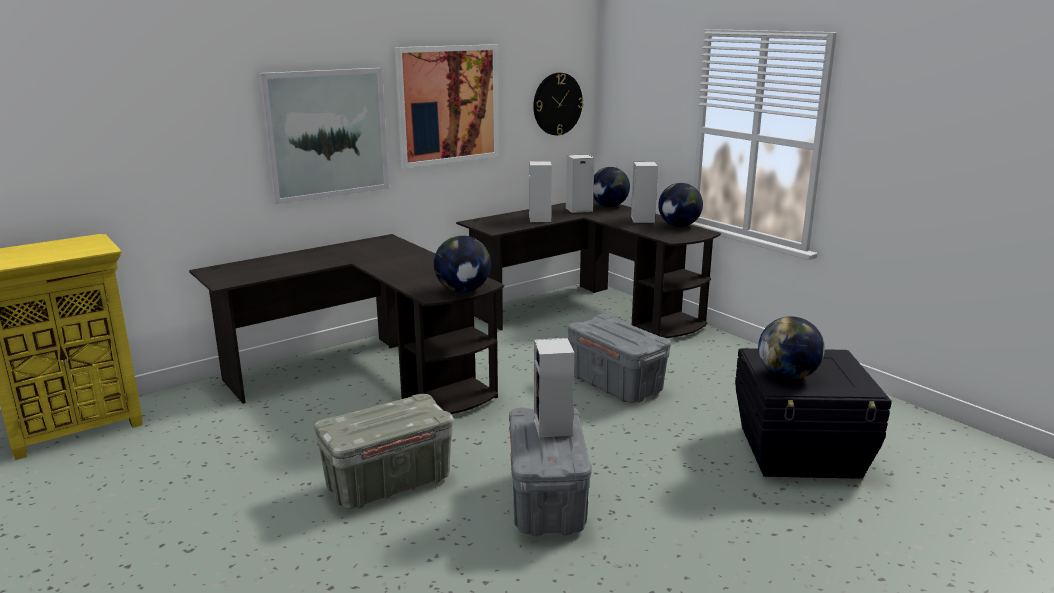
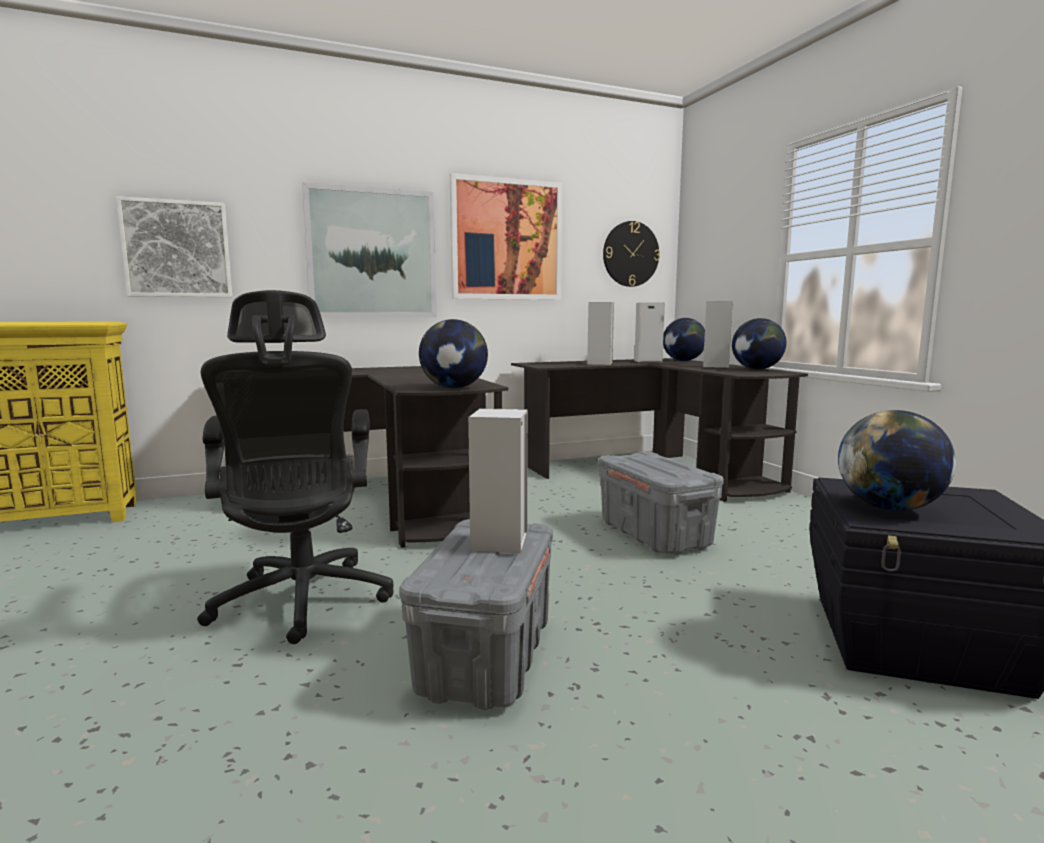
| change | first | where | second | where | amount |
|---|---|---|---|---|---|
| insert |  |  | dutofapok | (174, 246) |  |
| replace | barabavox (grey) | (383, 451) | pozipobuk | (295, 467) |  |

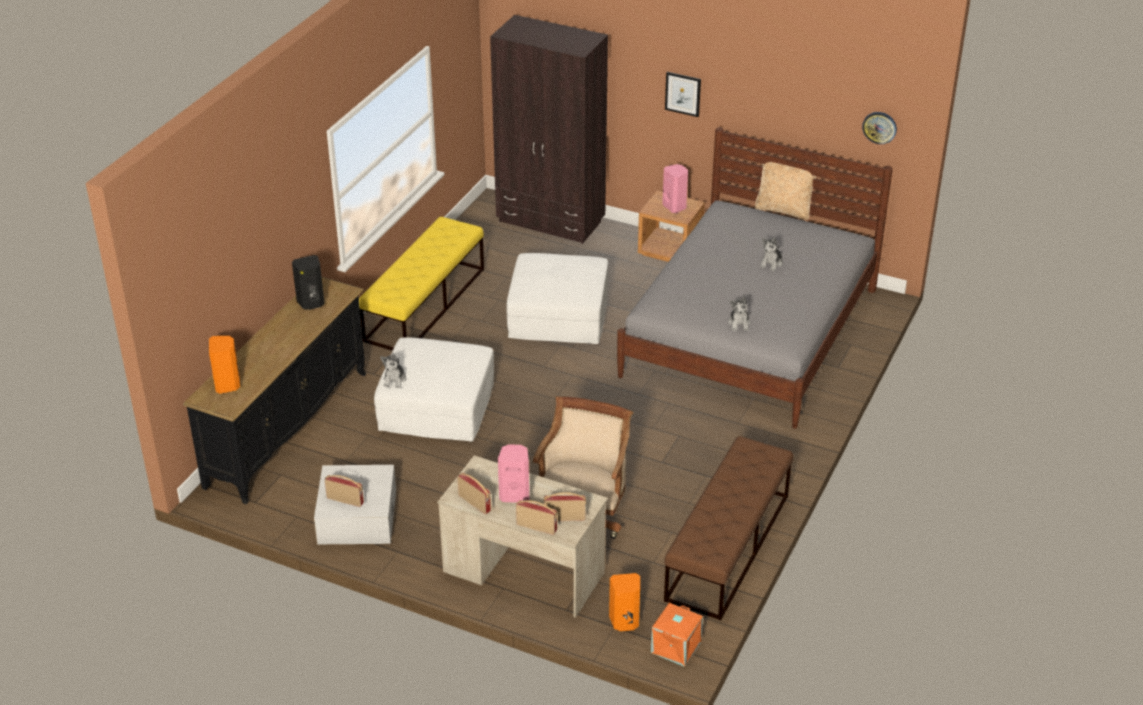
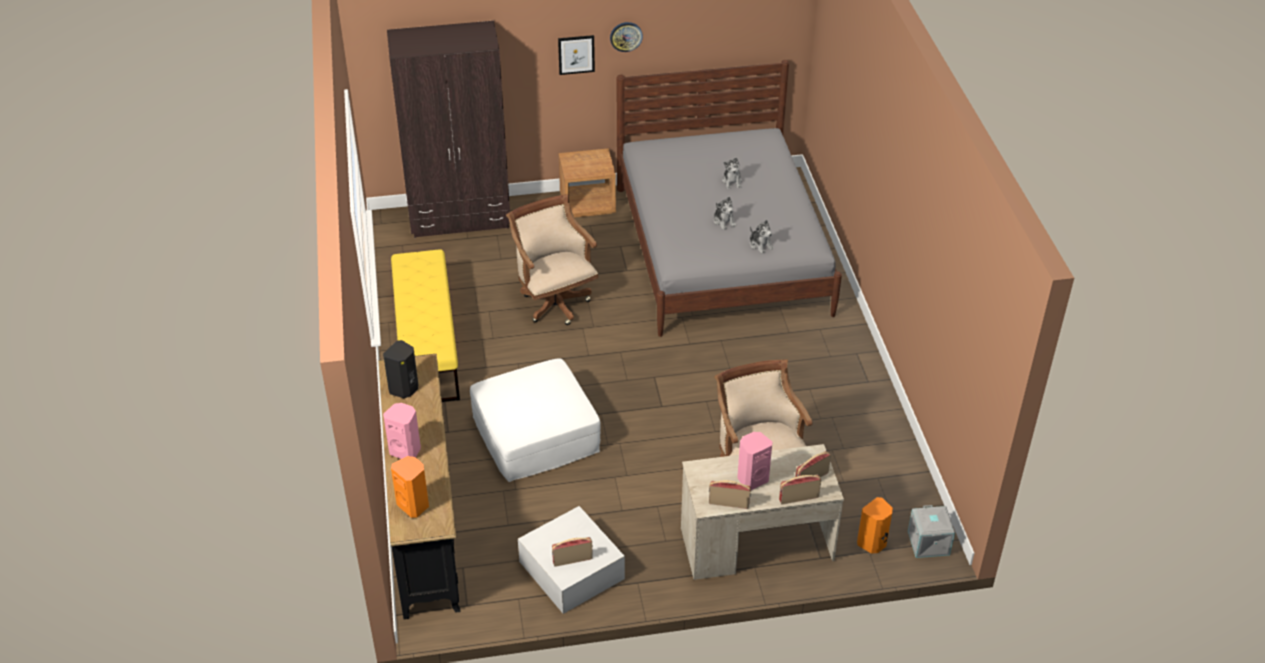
| change | first | where | second | where | amount |
|---|---|---|---|---|---|
| delete | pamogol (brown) | (729, 528) |  |  |  |
| delete | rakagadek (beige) | (786, 191) |  |  |  |
| move | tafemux | (393, 371) |  | (724, 213) |  |
| move | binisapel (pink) | (675, 188) |  | (402, 431) |  |
| move | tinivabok | (879, 128) |  | (626, 37) |  |
| replace | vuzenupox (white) | (557, 298) | pozipobuk | (552, 259) |  |
| recolor | barabavox (orange) | (677, 635) | barabavox (grey) | (931, 531) |  |

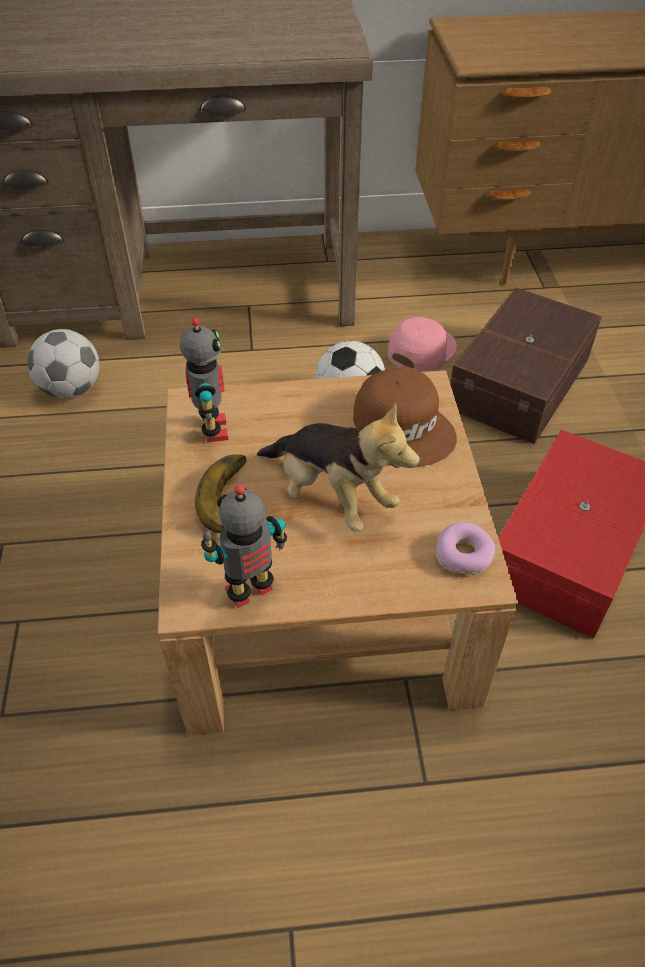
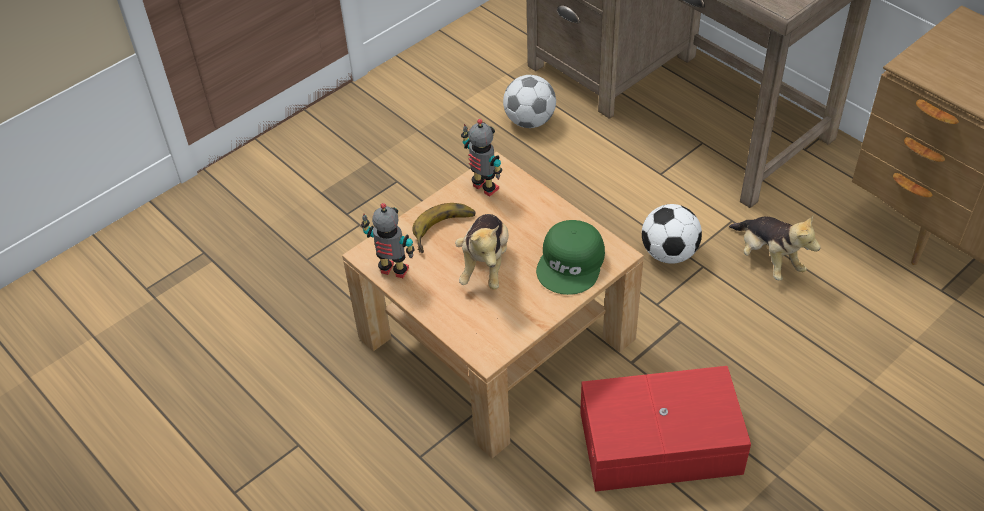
| change | first | where | second | where | amount |
|---|---|---|---|---|---|
| delete | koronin | (465, 548) |  |  |  |
| delete | barabavox (brown) | (526, 366) |  |  |  |
| replace | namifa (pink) | (422, 344) | tafemux | (775, 248) |  |
| recolor | namifa (brown) | (405, 416) | namifa (green) | (570, 257) |  |
| rotate | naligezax | (204, 380) |  | (481, 158) | 90 degrees counterclockwise |

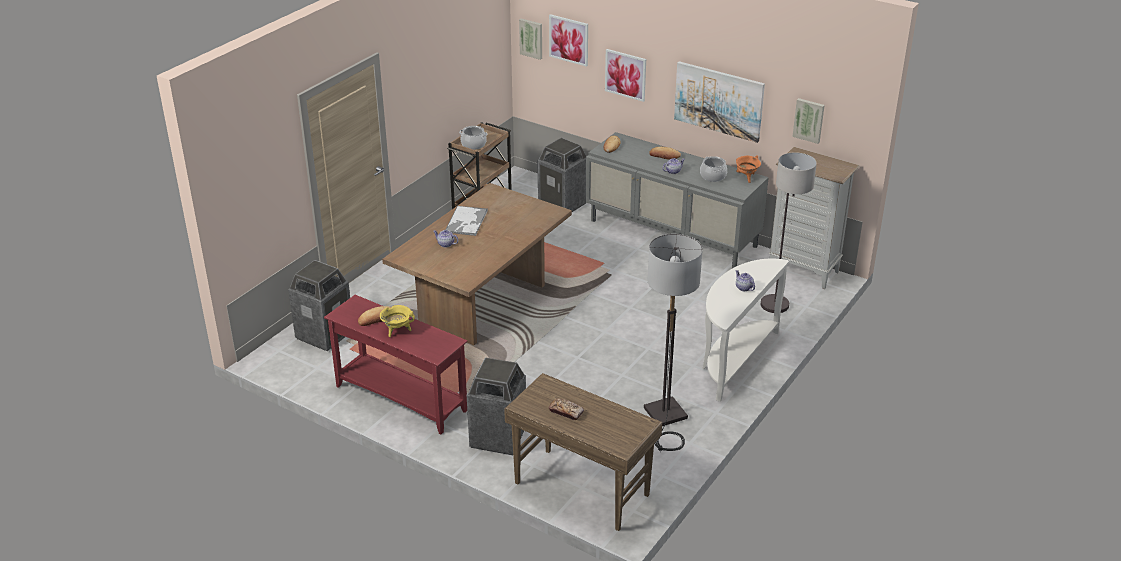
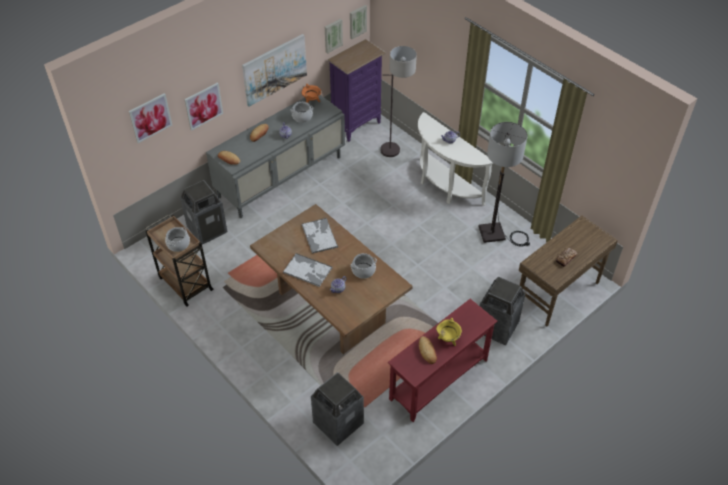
| change | first | where | second | where | amount |
|---|---|---|---|---|---|
| insert |  |  | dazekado | (319, 235) |  |
| insert |  |  | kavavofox | (363, 266) |  |
| move | dutofapok | (530, 39) |  | (358, 22) |  |
| recolor | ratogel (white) | (814, 218) | ratogel (purple) | (357, 90) |  |

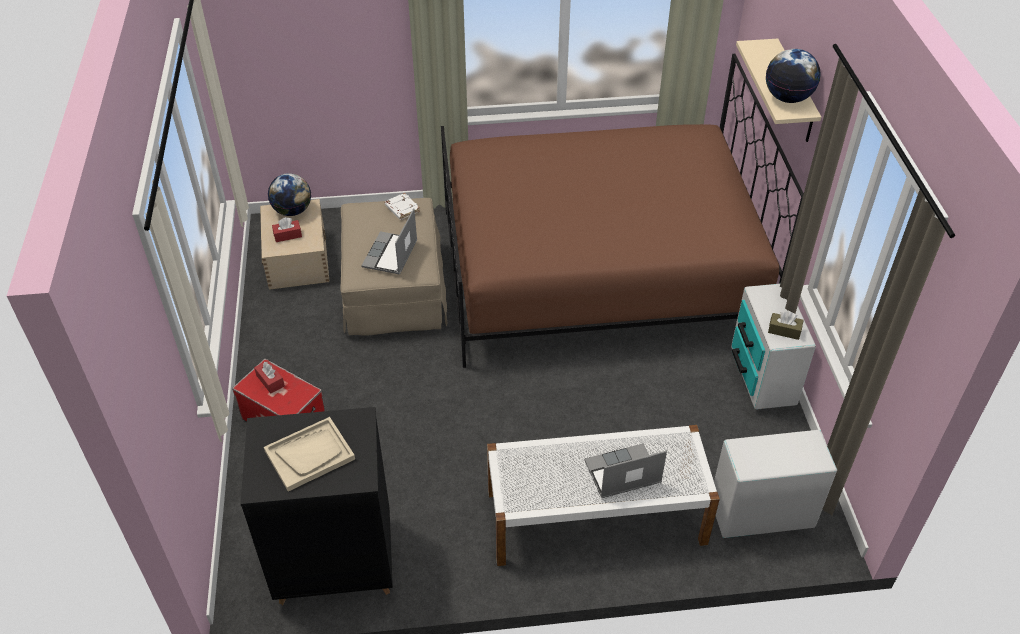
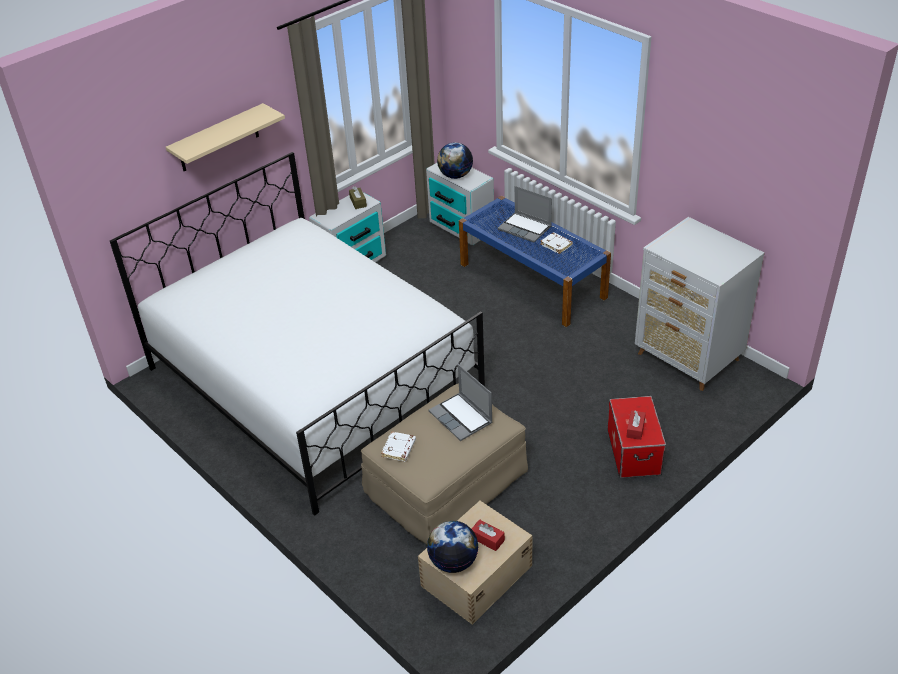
| change | first | where | second | where | amount |
|---|---|---|---|---|---|
| delete | dazekado (beige) | (309, 454) |  |  |  |
| insert |  |  | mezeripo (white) | (557, 243) |  |
| move | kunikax | (793, 76) |  | (455, 160) |  |
| recolor | ratogel (black) | (316, 506) | ratogel (white) | (700, 304) |  |
| recolor | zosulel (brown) | (622, 211) | zosulel (white) | (297, 334) |  |
| recolor | pamogol (white) | (603, 495) | pamogol (blue) | (535, 261) |  |
| rotate | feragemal | (389, 241) |  | (461, 402) | 75 degrees clockwise |

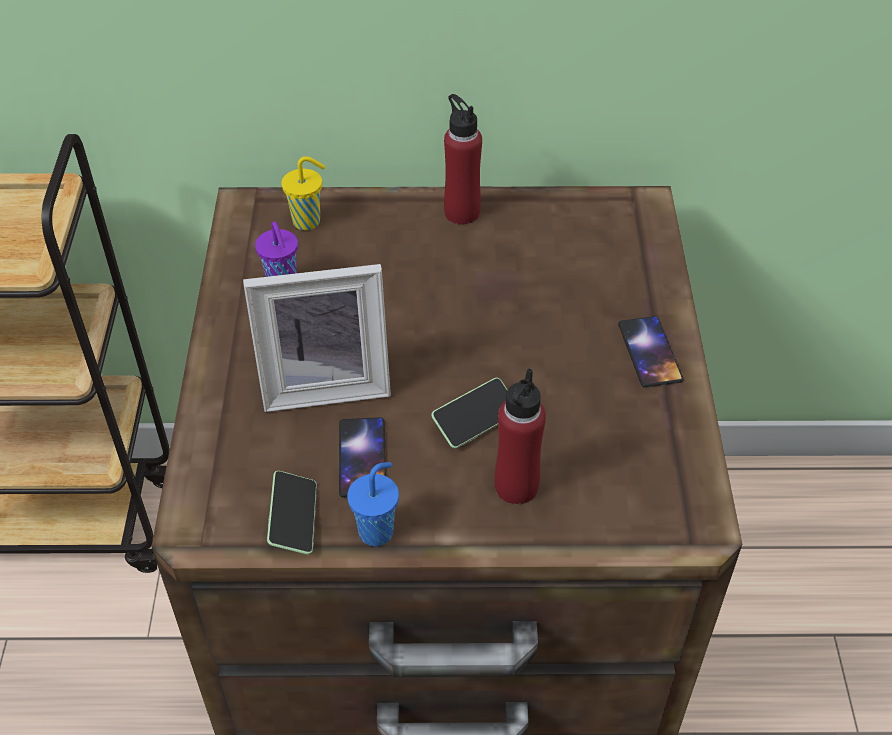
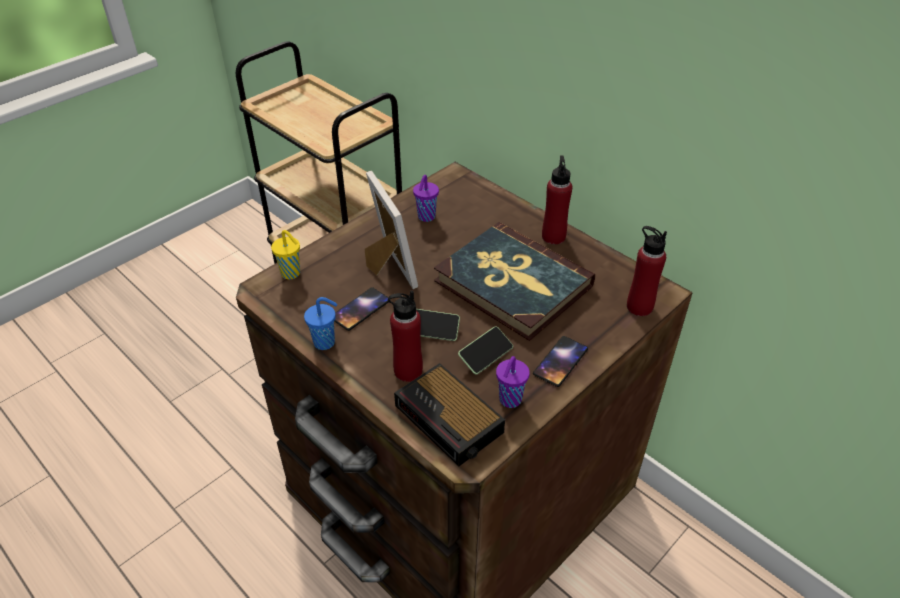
| change | first | where | second | where | amount |
|---|---|---|---|---|---|
| insert |  |  | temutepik | (449, 414) |  |
| insert |  |  | mezeripo | (514, 281) |  |
| insert |  |  | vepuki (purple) | (513, 382) |  |
| insert |  |  | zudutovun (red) | (647, 271) |  |
| move | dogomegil | (292, 513) |  | (485, 350) |  |
| move | vepuki (yellow) | (303, 193) |  | (285, 254) |  |
| rotate | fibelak | (317, 338) |  | (391, 230) | 150 degrees counterclockwise |

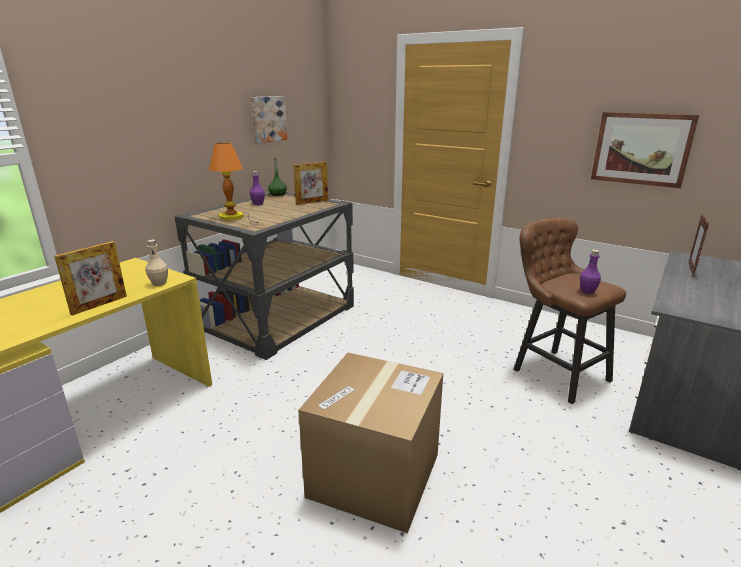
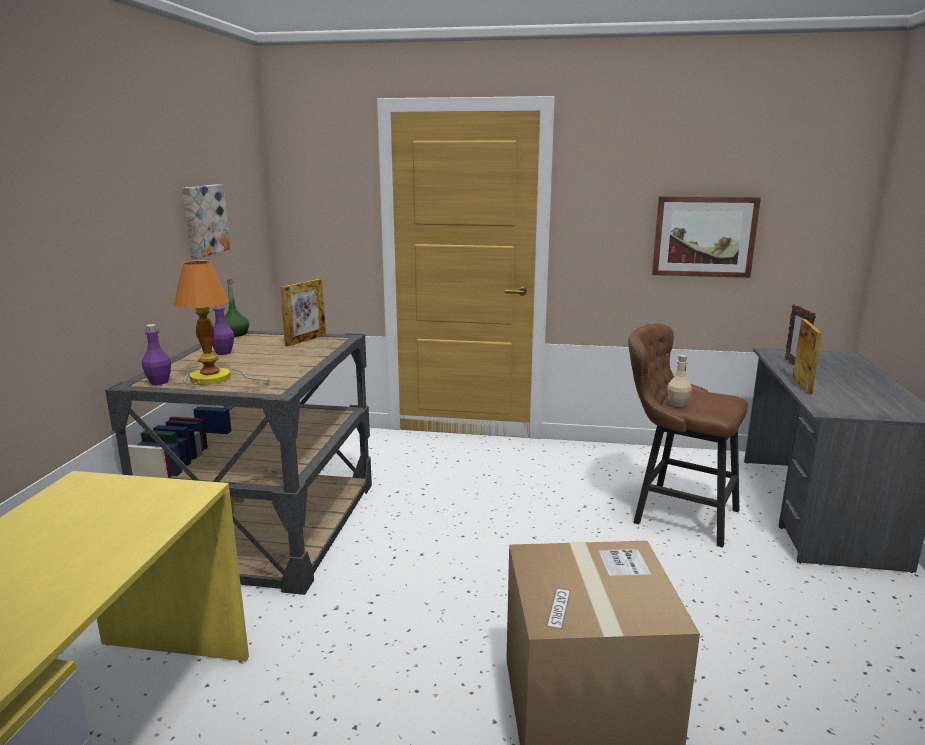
| change | first | where | second | where | amount |
|---|---|---|---|---|---|
| move | fibelak | (90, 278) |  | (807, 356) |  |
| move | zudutovun (beige) | (156, 263) |  | (679, 381) |  |
| move | zudutovun (purple) | (590, 272) |  | (156, 354) |  |

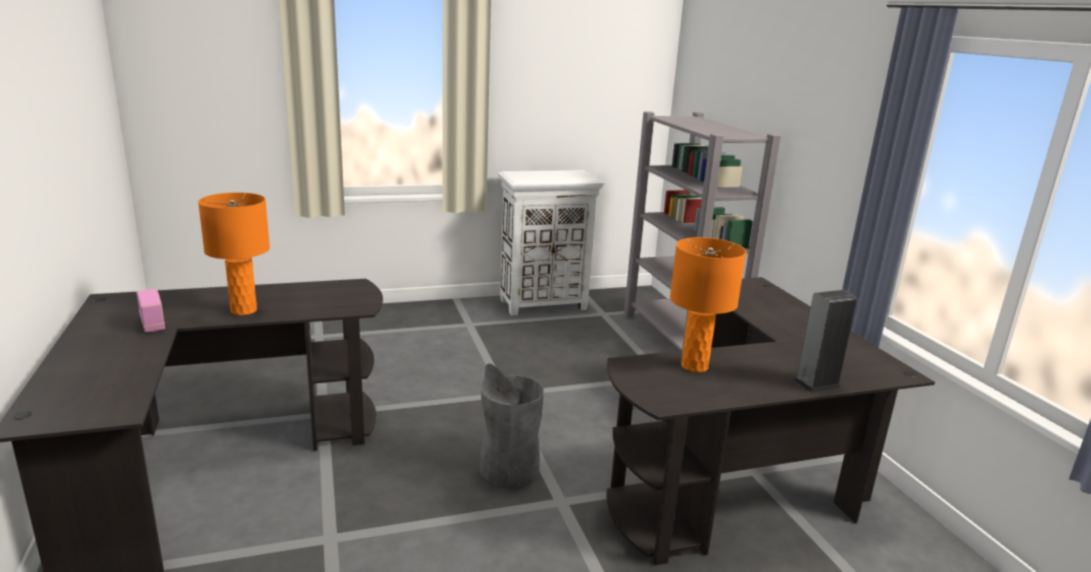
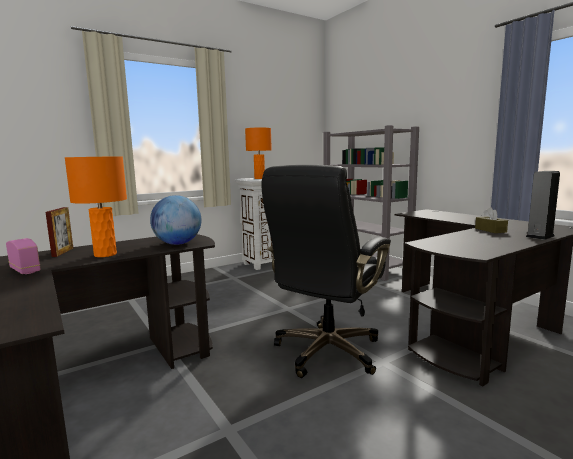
| change | first | where | second | where | amount |
|---|---|---|---|---|---|
| insert |  |  | fibelak | (59, 232) |  |
| insert |  |  | kunikax | (176, 220) |  |
| insert |  |  | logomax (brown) | (491, 220) |  |
| move | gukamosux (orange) | (708, 305) |  | (258, 153) |  |
| replace | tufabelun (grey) | (512, 426) | pozipobuk (black) | (326, 271) |  |

